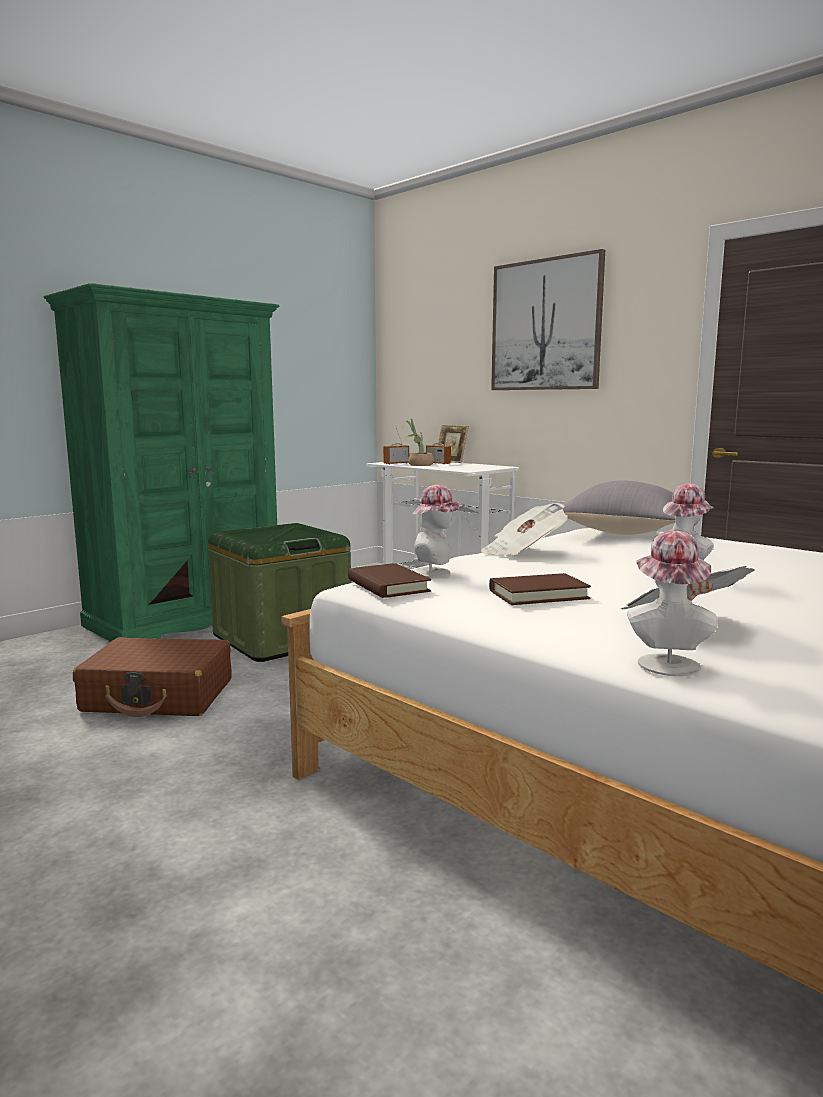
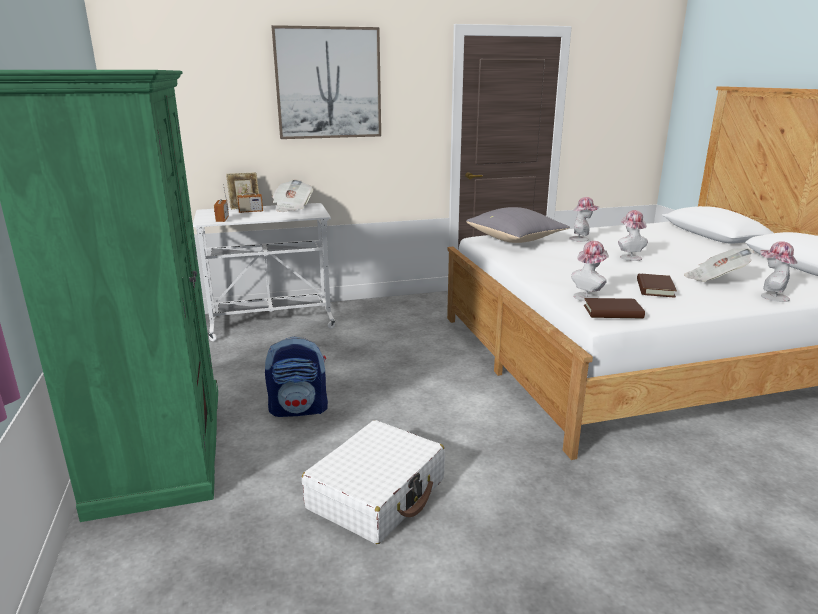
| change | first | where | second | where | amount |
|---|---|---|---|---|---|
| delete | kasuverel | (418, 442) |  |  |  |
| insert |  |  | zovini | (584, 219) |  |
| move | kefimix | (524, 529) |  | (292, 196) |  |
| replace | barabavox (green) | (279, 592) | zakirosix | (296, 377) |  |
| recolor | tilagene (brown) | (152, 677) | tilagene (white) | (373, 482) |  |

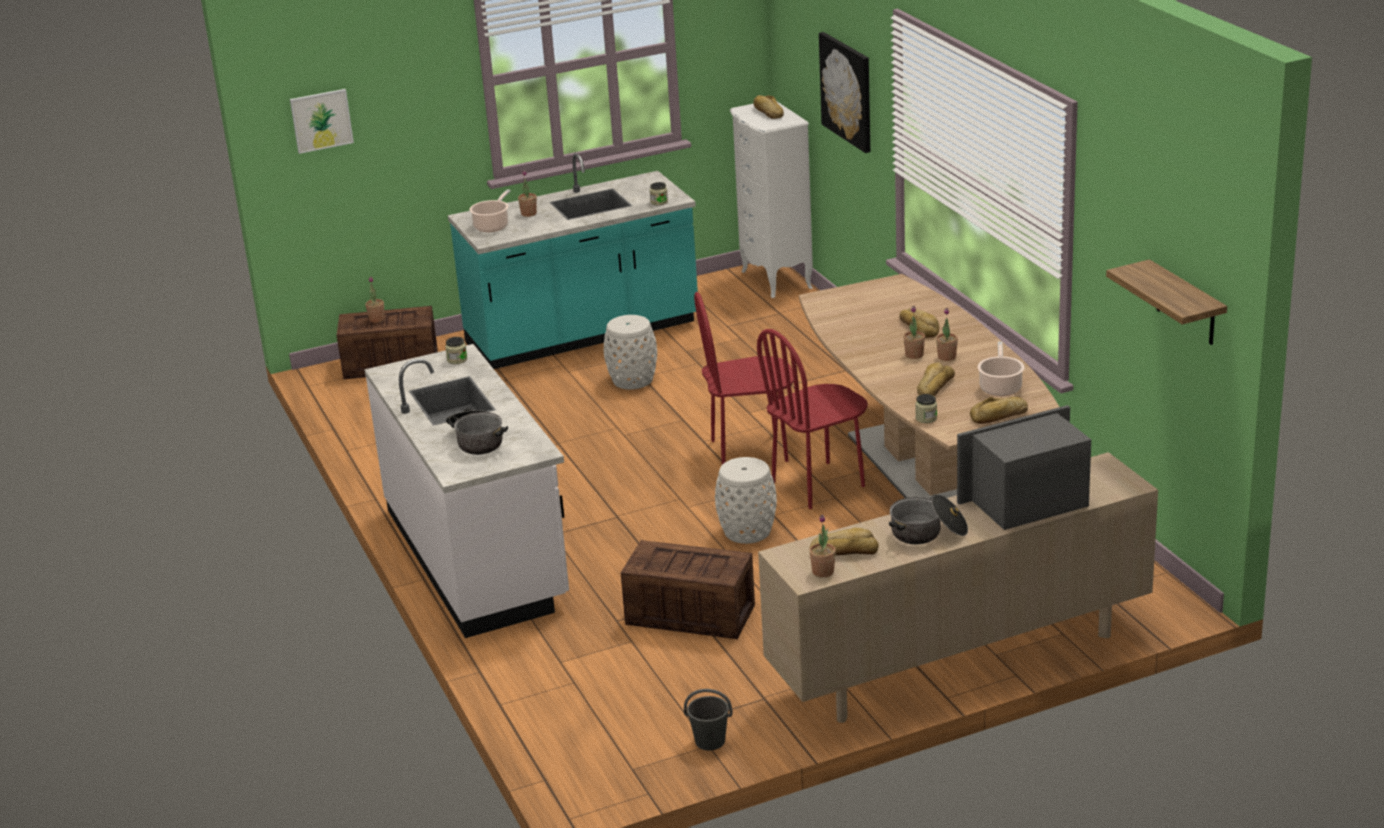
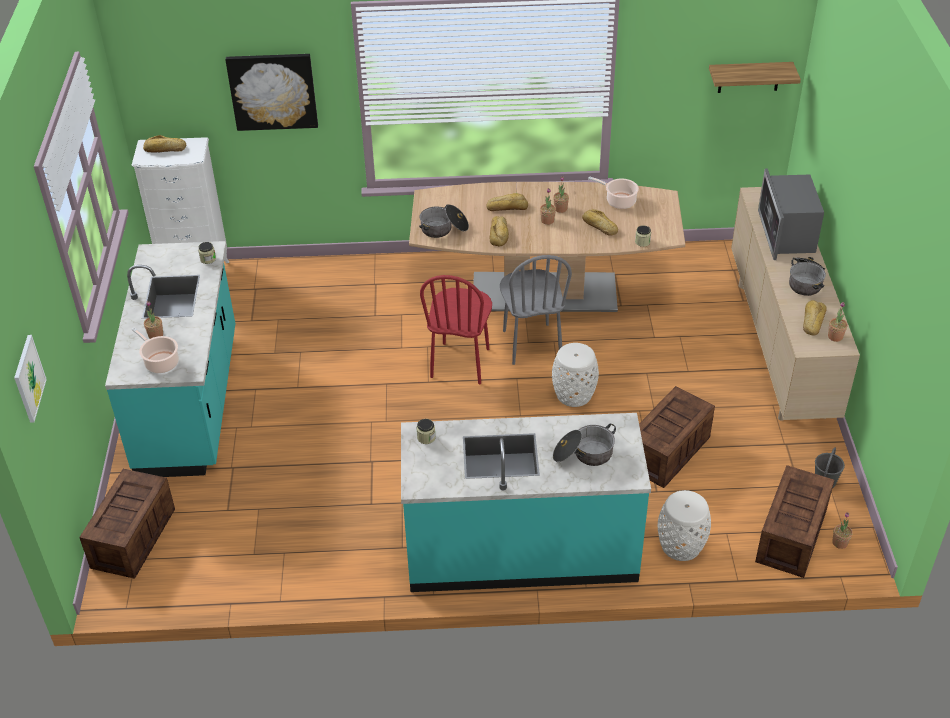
| change | first | where | second | where | amount |
|---|---|---|---|---|---|
| insert |  |  | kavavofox | (444, 221) |  |
| insert |  |  | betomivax | (794, 521) |  |
| move | kasuverel | (375, 299) |  | (842, 530) |  |
| move | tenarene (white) | (630, 352) |  | (684, 525) |  |
| move | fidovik | (999, 410) |  | (499, 231) |  |
| recolor | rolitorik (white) | (466, 491) | rolitorik (turquoise) | (526, 502) |  |
| recolor | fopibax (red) | (812, 419) | fopibax (grey) | (536, 310) |  |

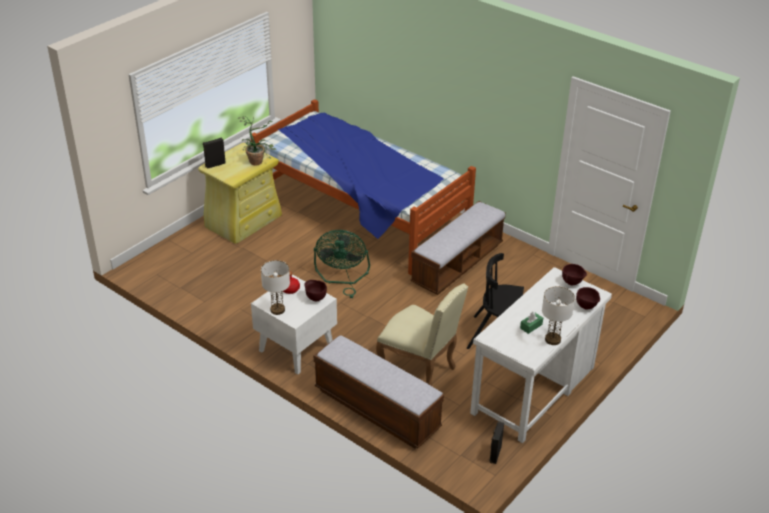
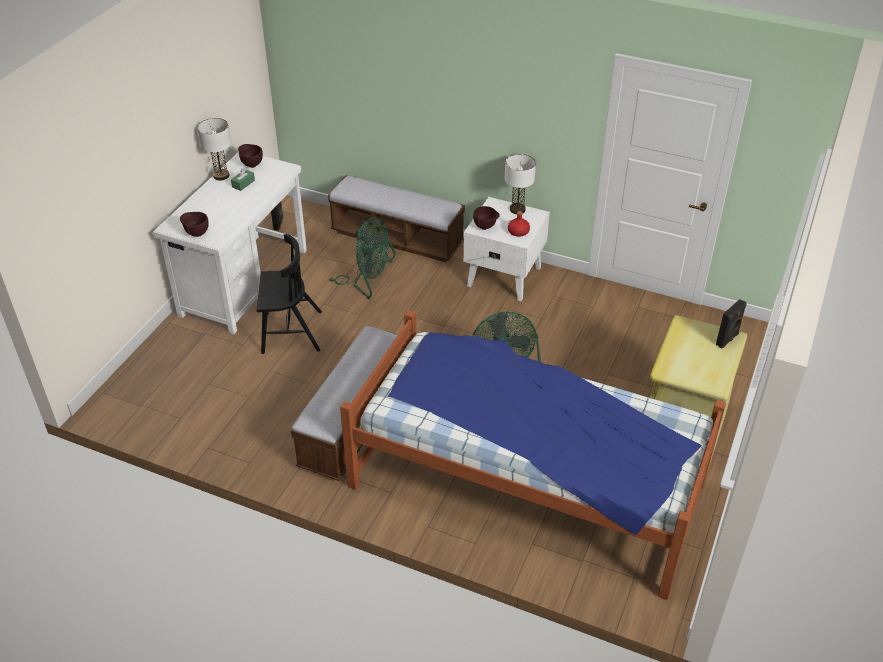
| change | first | where | second | where | amount |
|---|---|---|---|---|---|
| delete | kasuverel | (257, 141) |  |  |  |
| move | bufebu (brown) | (588, 298) |  | (250, 156) |  |
| replace | fopibax (beige) | (422, 335) | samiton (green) | (362, 258) |  |

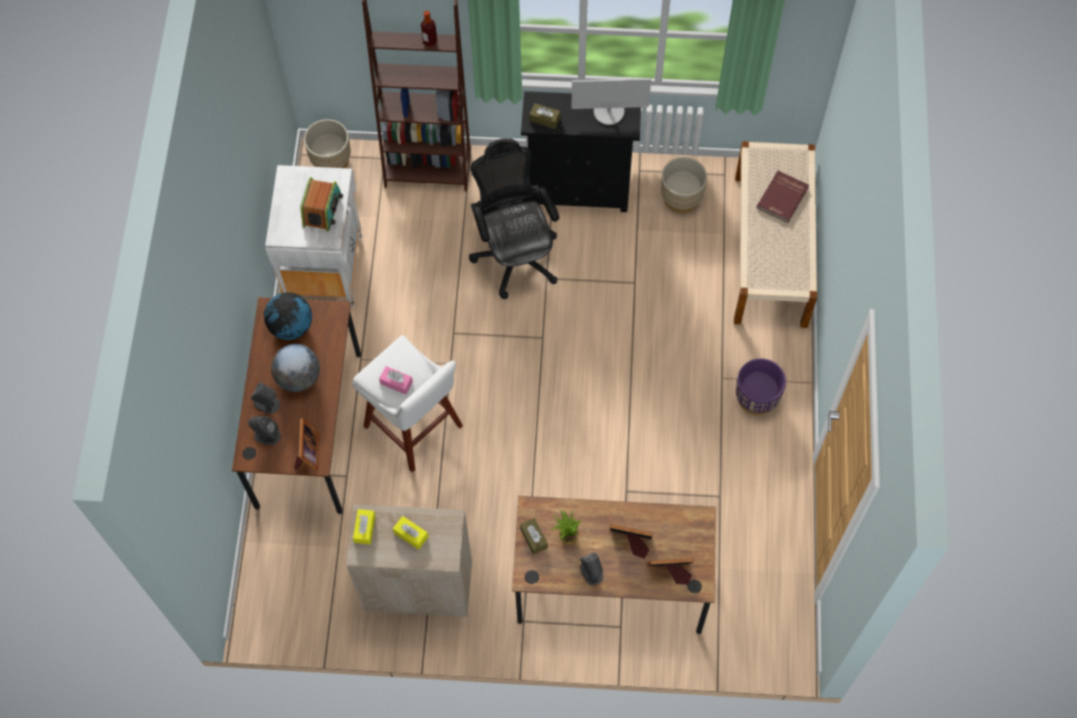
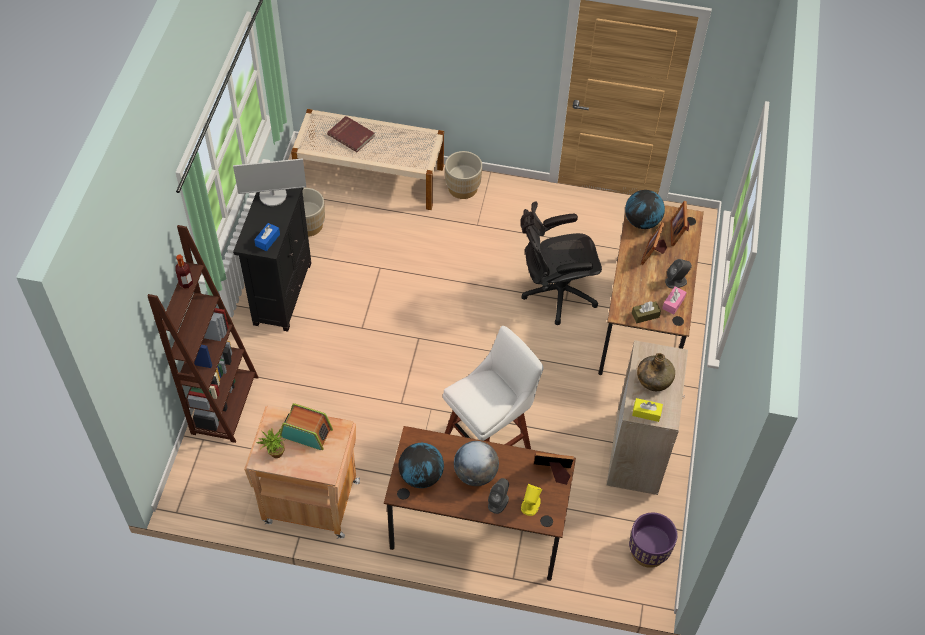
| change | first | where | second | where | amount |
|---|---|---|---|---|---|
| insert |  |  | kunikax | (645, 209) |  |
| move | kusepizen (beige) | (327, 143) |  | (463, 175) |  |
| move | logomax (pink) | (396, 380) |  | (674, 300) |  |
| move | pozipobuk | (514, 218) |  | (561, 263) |  |
| move | kasuverel | (566, 527) |  | (271, 443) |  |
| move | kusepizen (purple) | (761, 386) |  | (653, 540) |  |
| replace | logomax (yellow) | (410, 533) | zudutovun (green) | (656, 372) |  |
| recolor | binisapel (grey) | (264, 430) | binisapel (yellow) | (531, 500) |  |
| recolor | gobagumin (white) | (313, 236) | gobagumin (brown) | (302, 472) |  |
| recolor | logomax (brown) | (544, 116) | logomax (blue) | (267, 237) |  |
| rotate | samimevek | (611, 101) |  | (269, 182) | 75 degrees clockwise |

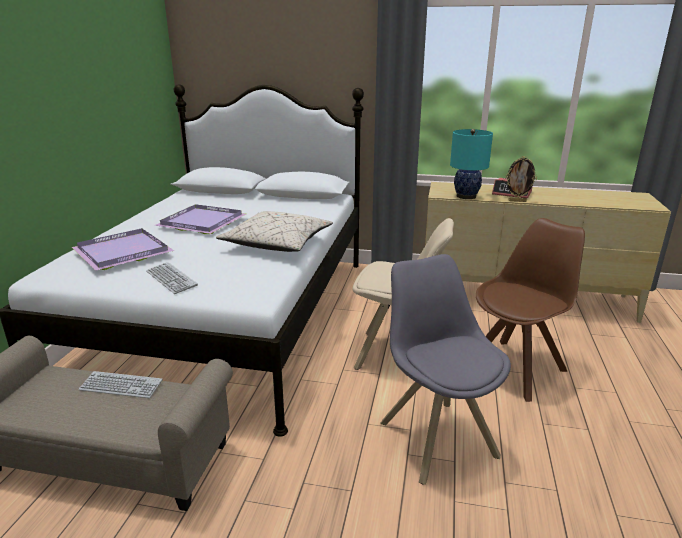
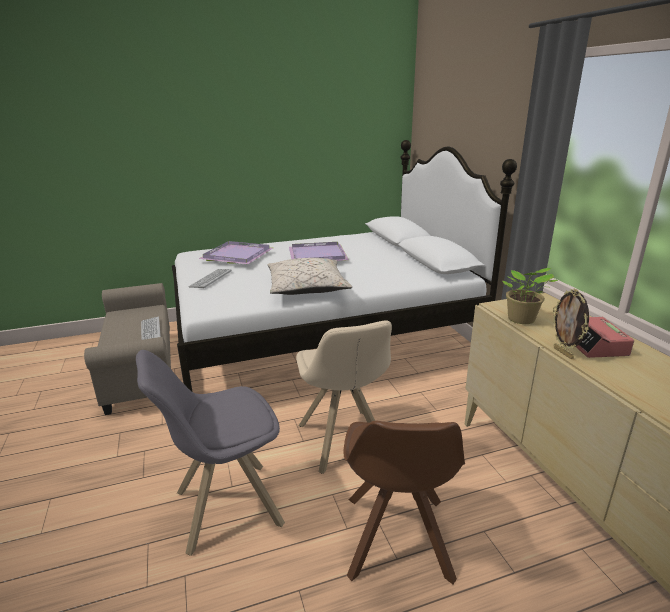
| change | first | where | second | where | amount |
|---|---|---|---|---|---|
| replace | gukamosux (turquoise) | (471, 164) | kasuverel | (530, 296) |  |
| rotate | fopibax (grey) | (445, 369) |  | (210, 453) | 150 degrees counterclockwise |
| rotate | fopibax (brown) | (530, 310) |  | (404, 502) | 75 degrees clockwise |

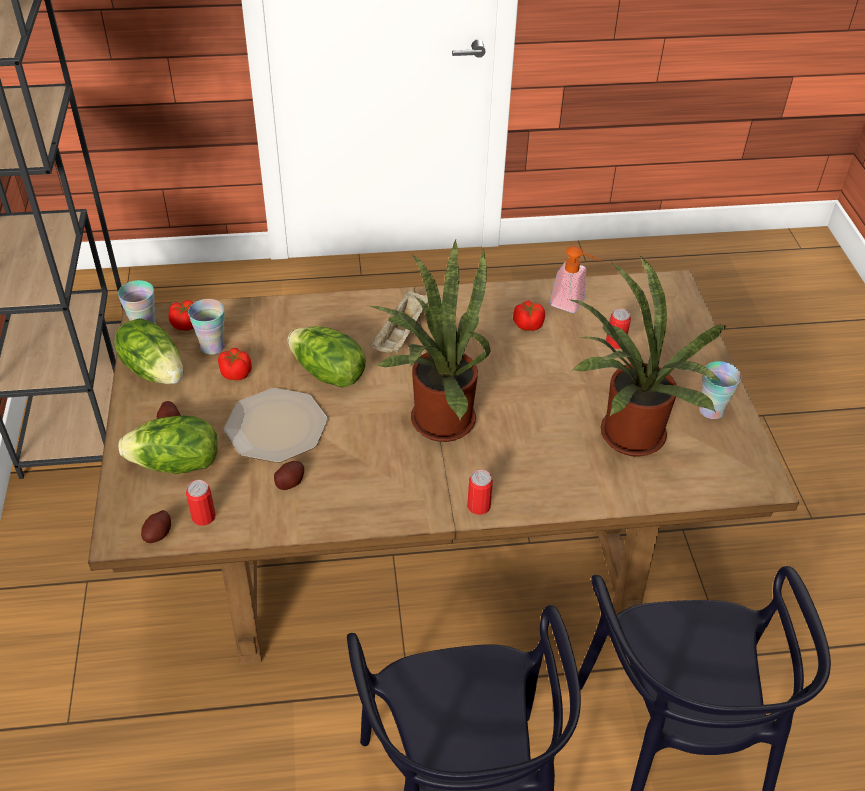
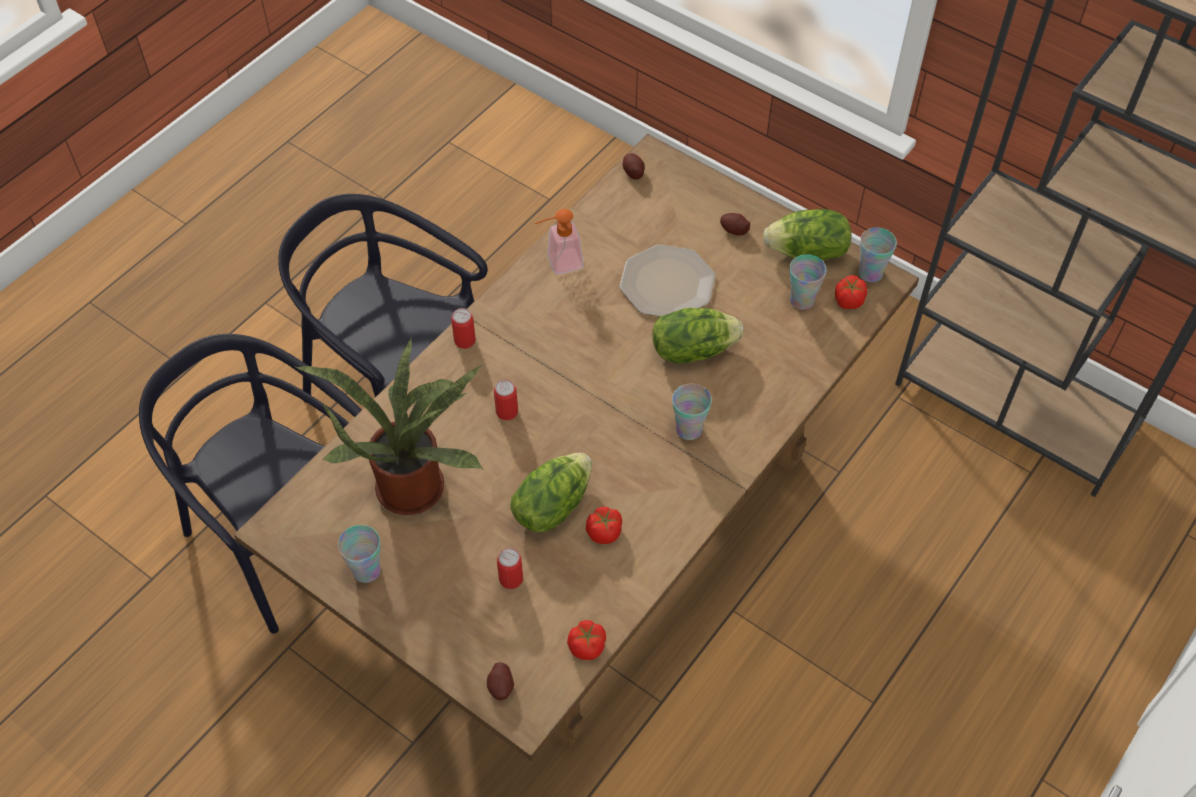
| change | first | where | second | where | amount |
|---|---|---|---|---|---|
| delete | kasuverel | (429, 340) |  |  |  |
| move | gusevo | (168, 444) |  | (551, 492) |  |
| move | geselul | (201, 503) |  | (506, 399) |  |
| move | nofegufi | (235, 364) |  | (586, 640) |  |
| move | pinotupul | (289, 475) |  | (500, 681) |  |
| move | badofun | (575, 279) |  | (559, 241) |  |
| replace | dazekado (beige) | (399, 321) | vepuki | (692, 412) |  |

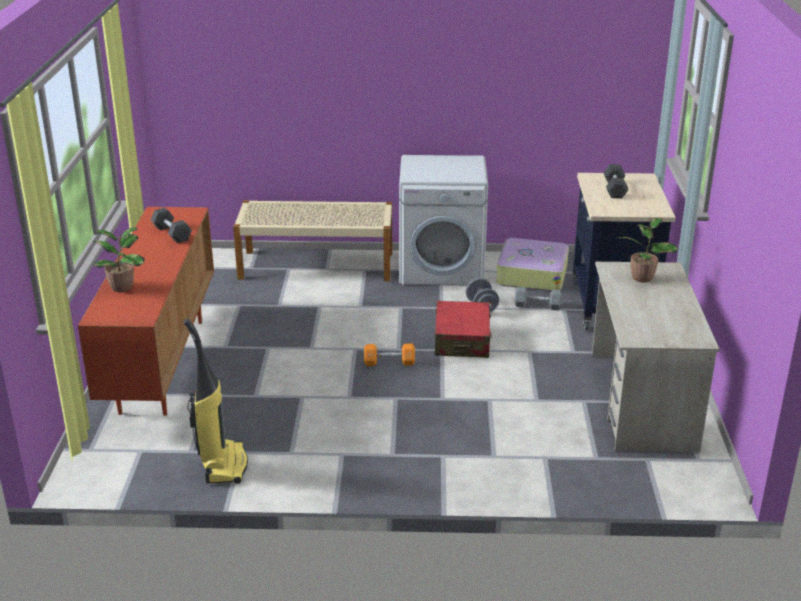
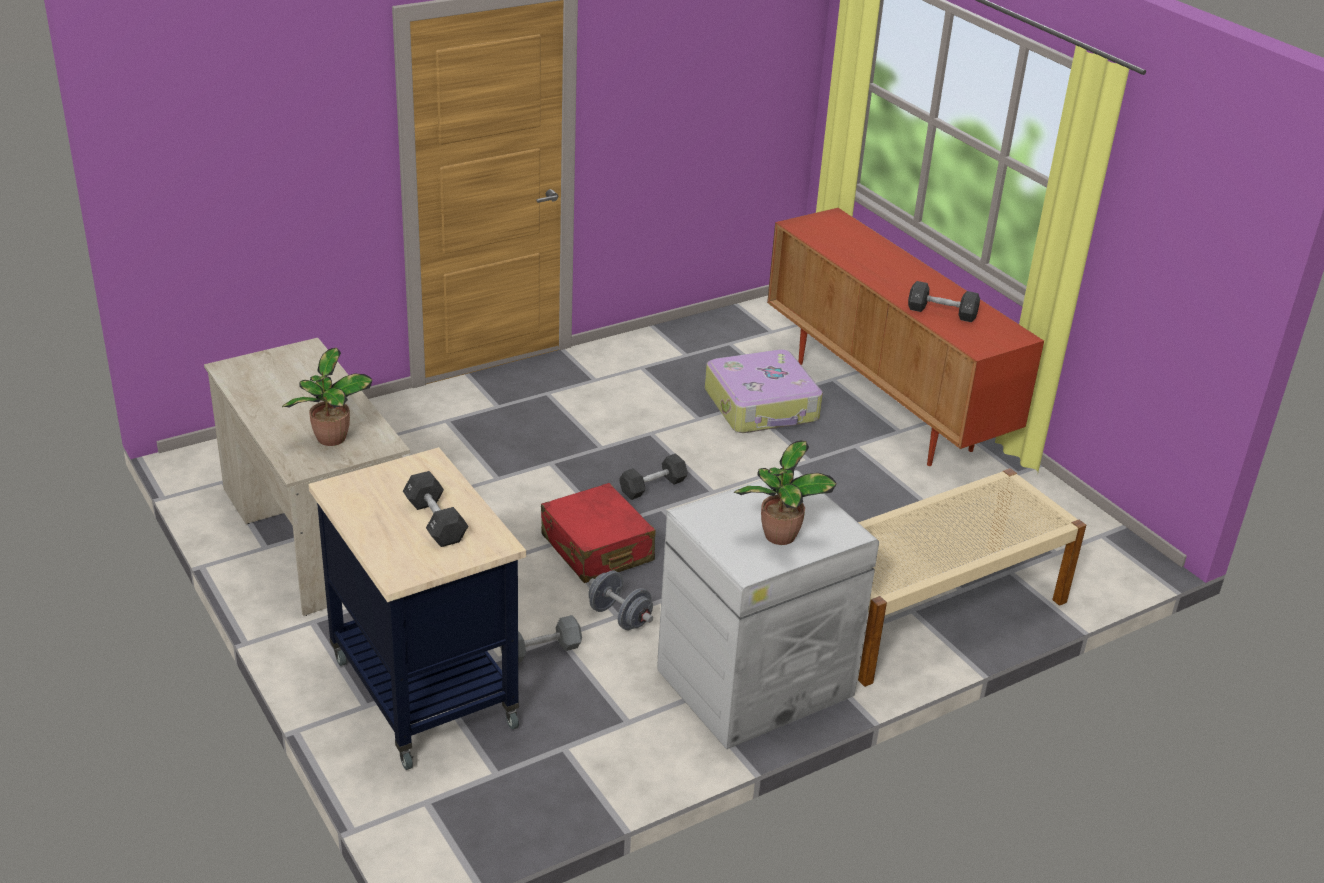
| change | first | where | second | where | amount |
|---|---|---|---|---|---|
| delete | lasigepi | (216, 401) |  |  |  |
| move | kasuverel | (118, 259) |  | (785, 493) |  |
| move | tilagene | (532, 264) |  | (764, 391) |  |
| recolor | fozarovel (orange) | (389, 355) | fozarovel (black) | (654, 476) |  |

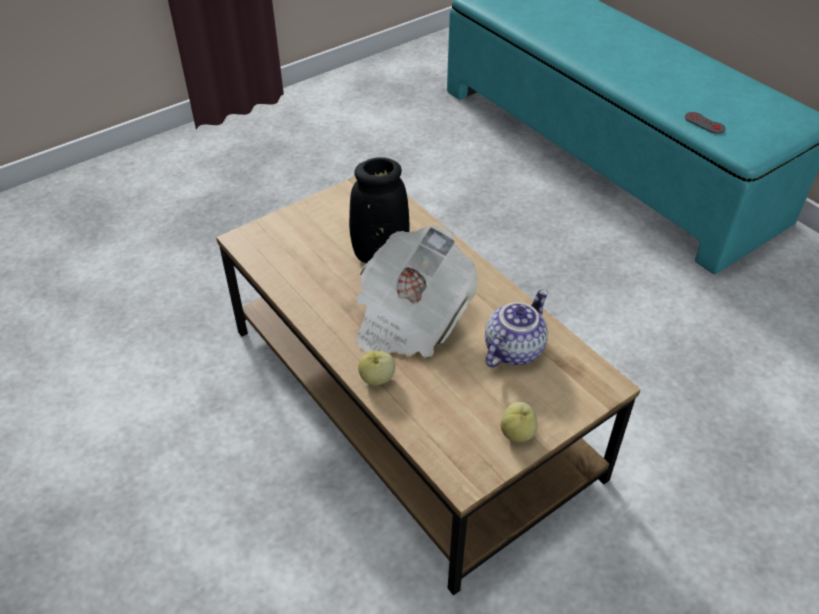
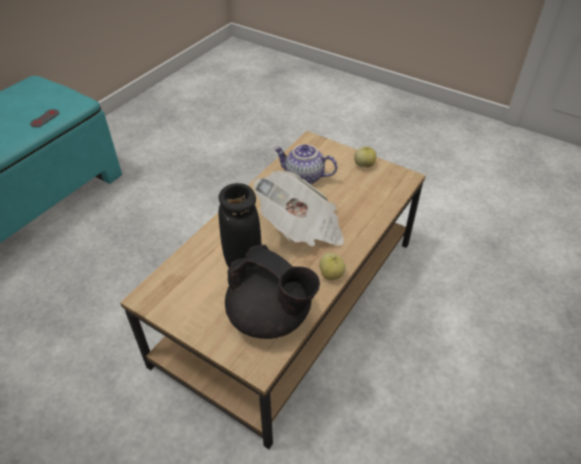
| change | first | where | second | where | amount |
|---|---|---|---|---|---|
| insert |  |  | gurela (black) | (272, 292) |  |
| move | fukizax | (376, 368) |  | (332, 266) |  |

